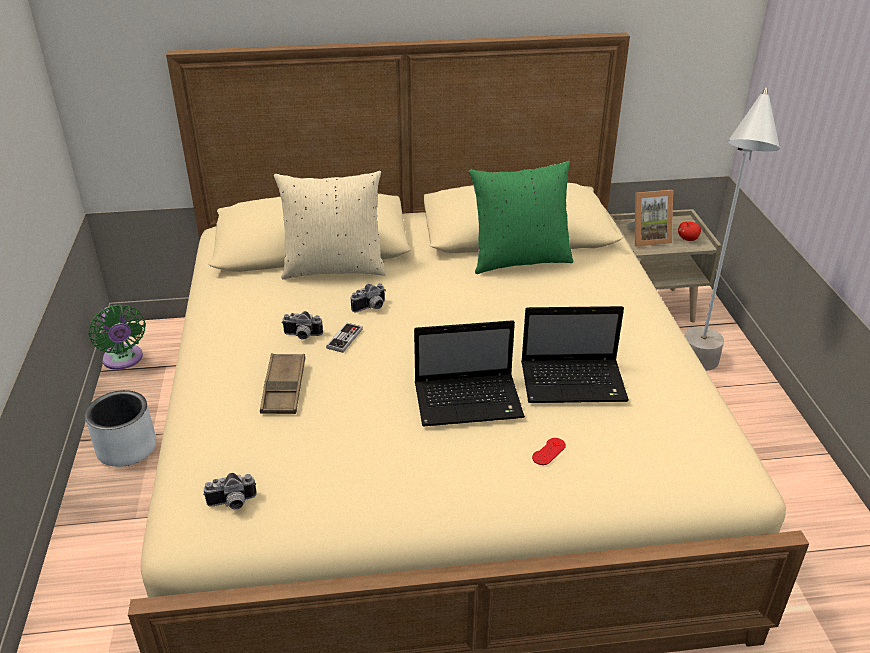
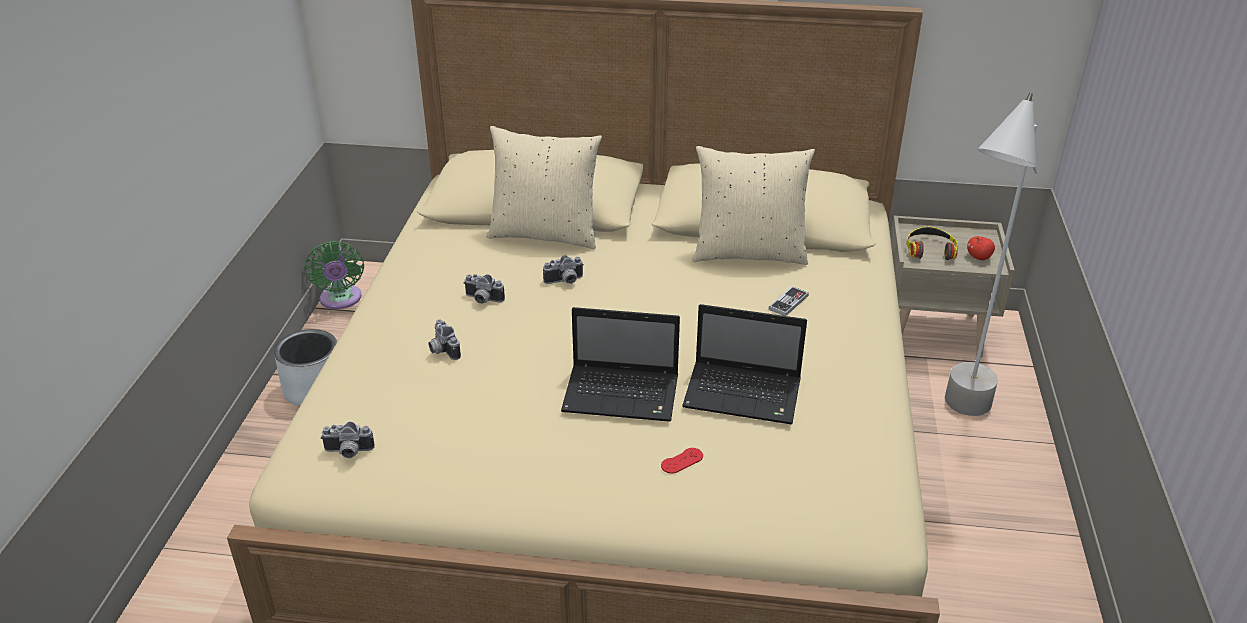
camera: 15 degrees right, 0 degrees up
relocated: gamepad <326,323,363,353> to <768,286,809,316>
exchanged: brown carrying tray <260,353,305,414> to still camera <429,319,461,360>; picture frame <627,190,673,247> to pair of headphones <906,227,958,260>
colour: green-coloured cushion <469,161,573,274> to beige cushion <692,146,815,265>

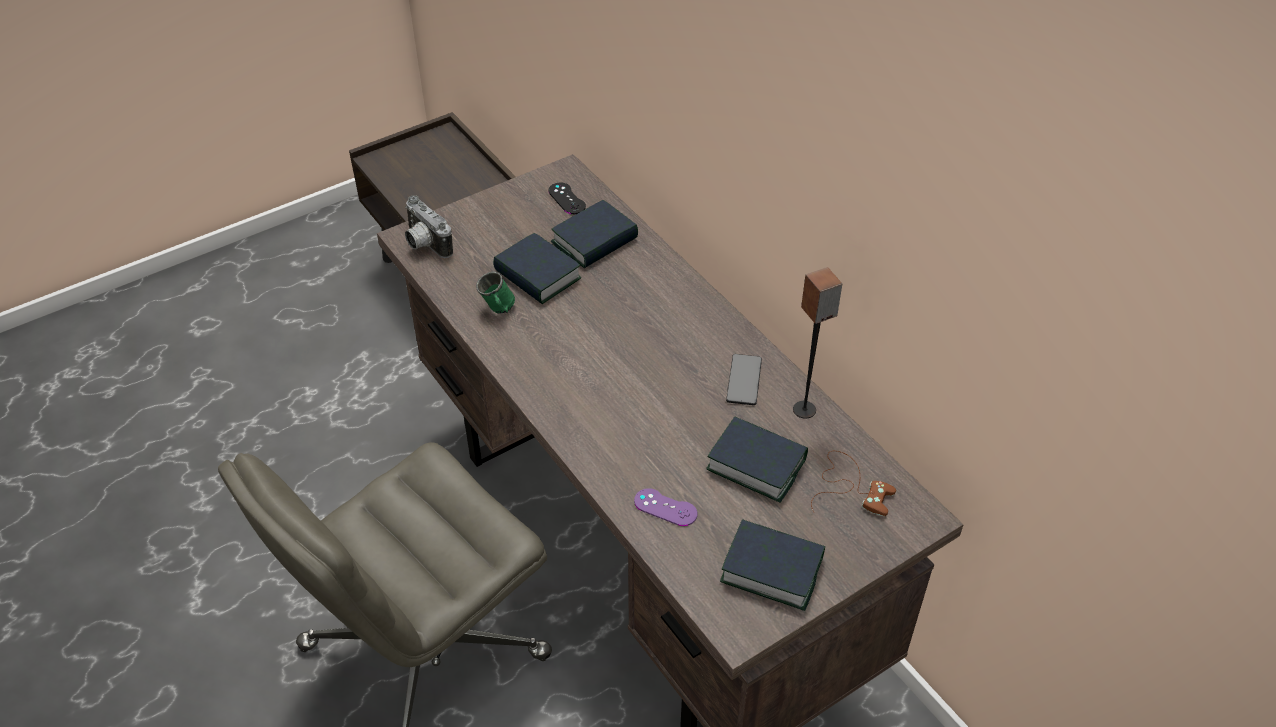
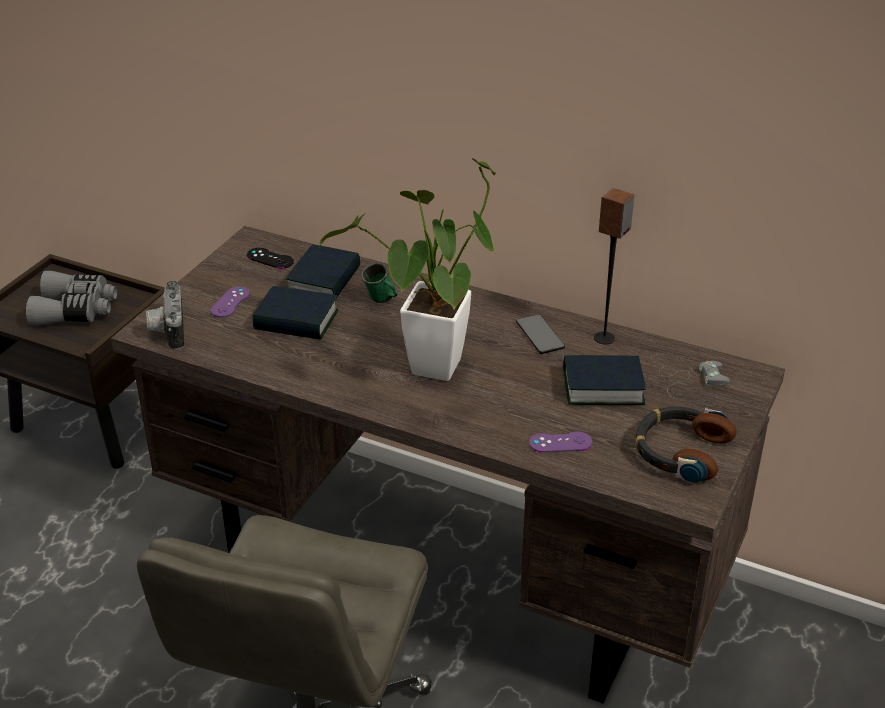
camera: 30 degrees left, 10 degrees down
appeared: greyish pair of binoculars <26,271,117,325>; purple-coloured gamepad <211,287,250,318>; potted plant <320,158,496,381>
relocated: green-coloured tea mug <476,271,515,314> to <361,263,398,303>
exchanged: book <720,519,825,611> to pair of headphones <635,407,737,483>
colour: brown gamepad <811,451,896,516> to greyish gamepad <651,354,730,401>
spun: still camera <405,195,453,258> = <146,281,184,350> 60 degrees clockwise

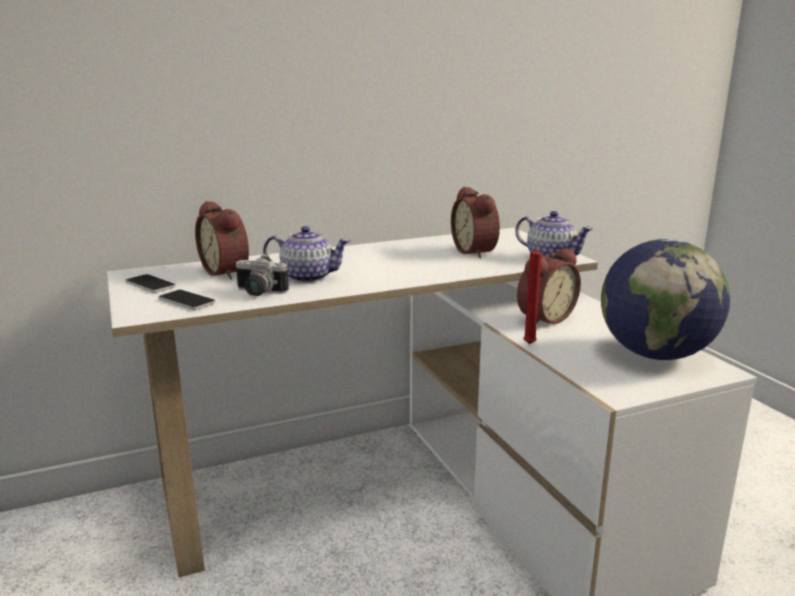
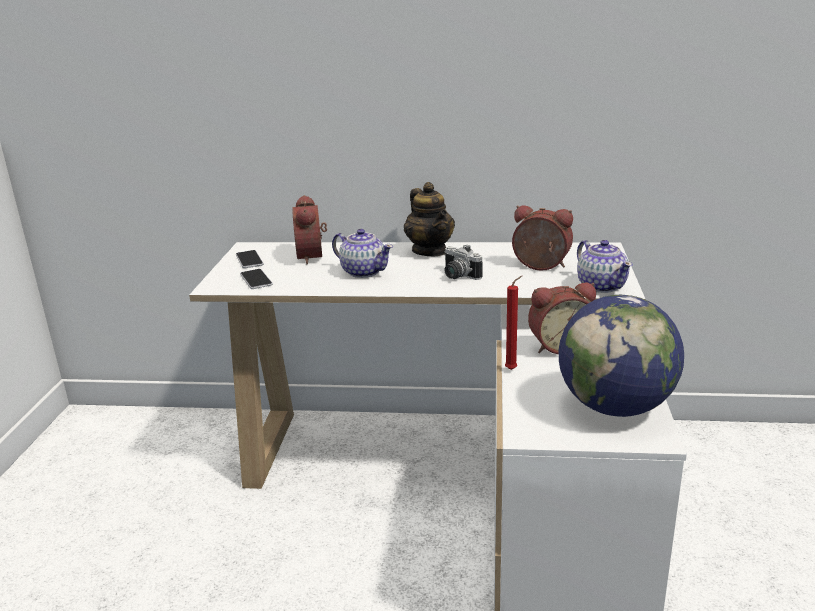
camera: 30 degrees right, 5 degrees up
appeared: tea pot <404,182,455,256>
relocated: still camera <235,254,289,296> to <444,244,482,280>
spun: bedside clock <451,186,500,258> = <512,205,573,271> 105 degrees clockwise

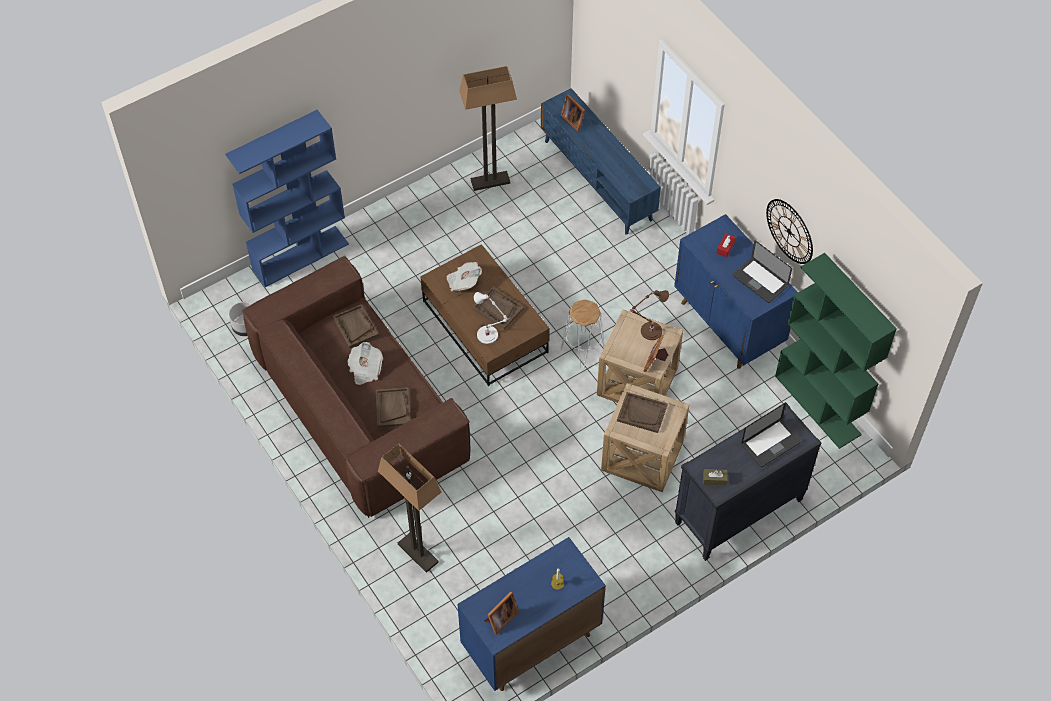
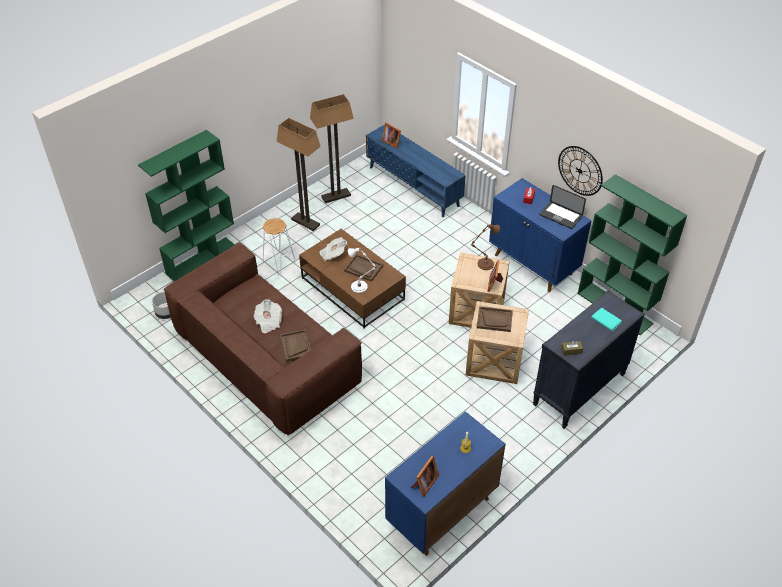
camera: 10 degrees left, 10 degrees down
missing: brown carrying tray <333,304,379,348>
relocated: white stool <561,300,605,369> to <262,218,296,275>; standing lamp <378,444,441,573> to <277,118,321,231>
exchanged: notebook computer <741,403,801,467> to blue-green book <591,307,622,331>
colour: bluish bookshelf <225,110,349,287> to green-coloured bookshelf <138,130,235,281>

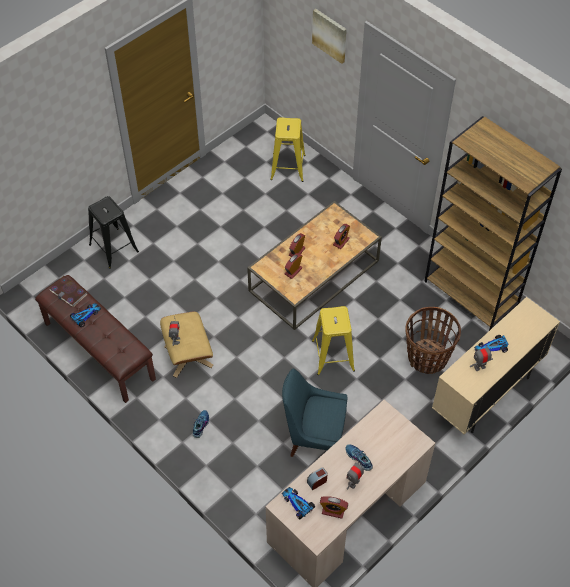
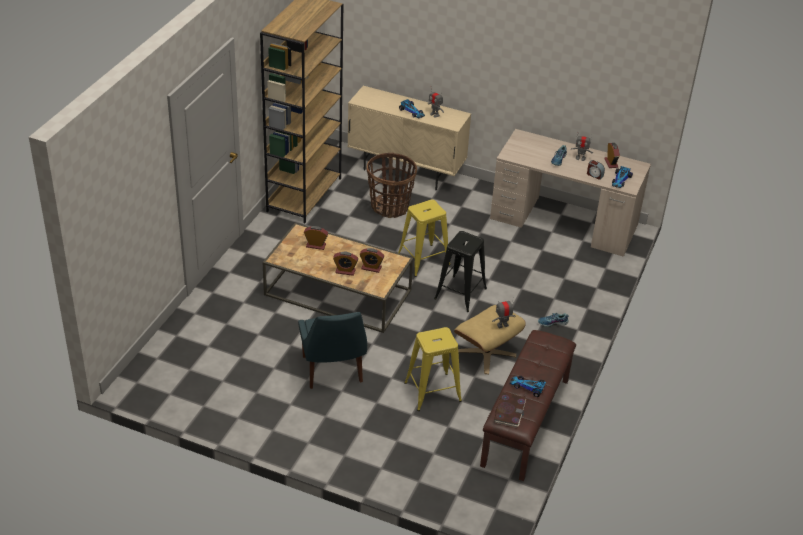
camera: 115 degrees left, 15 degrees down
missing: wall picture <312,9,347,64>
relocated: bluish upright chair <282,369,348,457> to <298,312,367,389>; yellowish stool <270,117,306,182> to <404,327,462,411>; black stool <88,196,139,269> to <434,231,487,312>

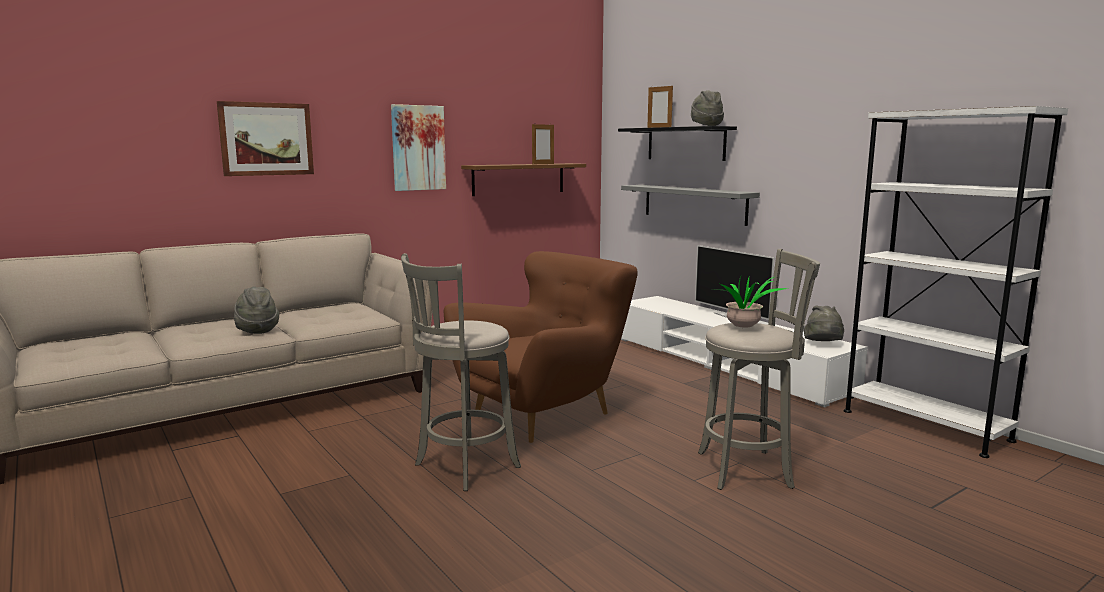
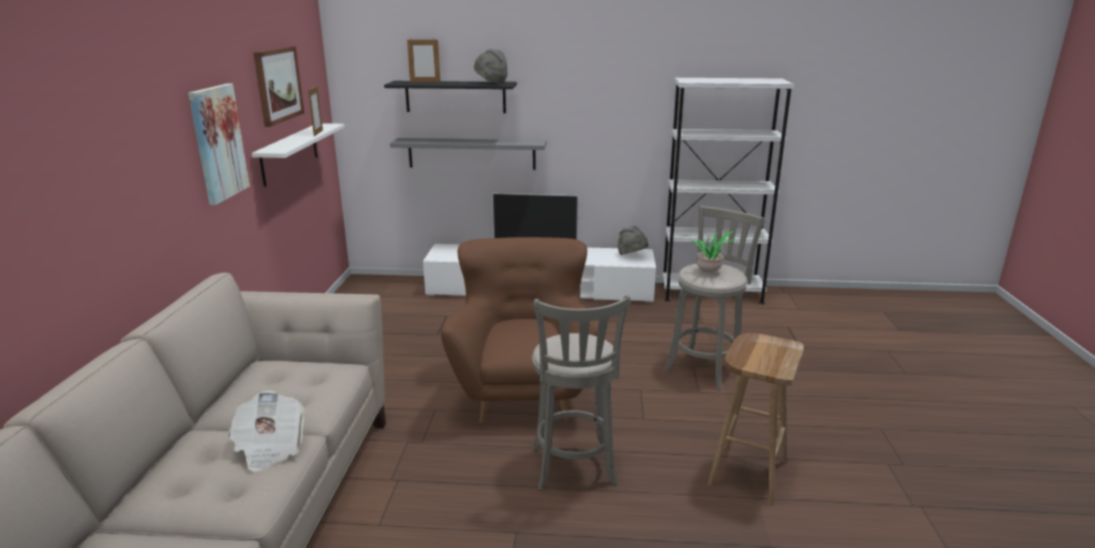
camera: 50 degrees left, 10 degrees up
appeared: brown stool <708,333,804,505>
relocated: wall picture <217,101,314,176> to <253,46,304,127>
exchanged: greyish wearable hat <234,287,279,334> to newspaper <228,390,305,472>
colour: brown wall shelf <461,163,586,196> to white wall shelf <252,123,345,187>

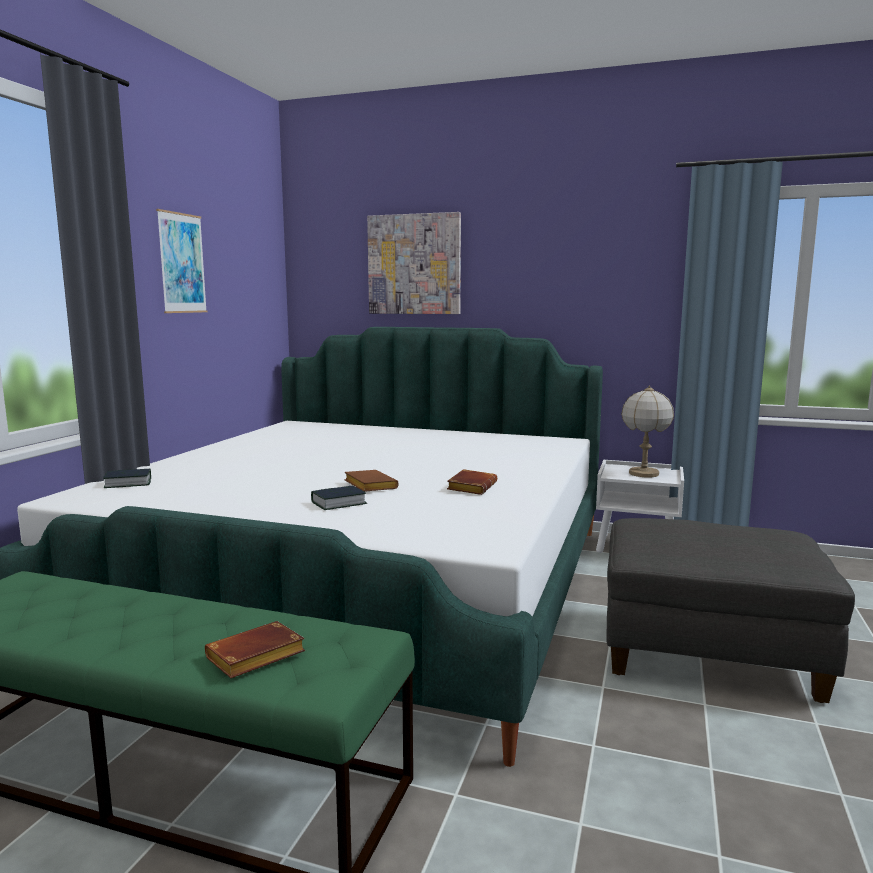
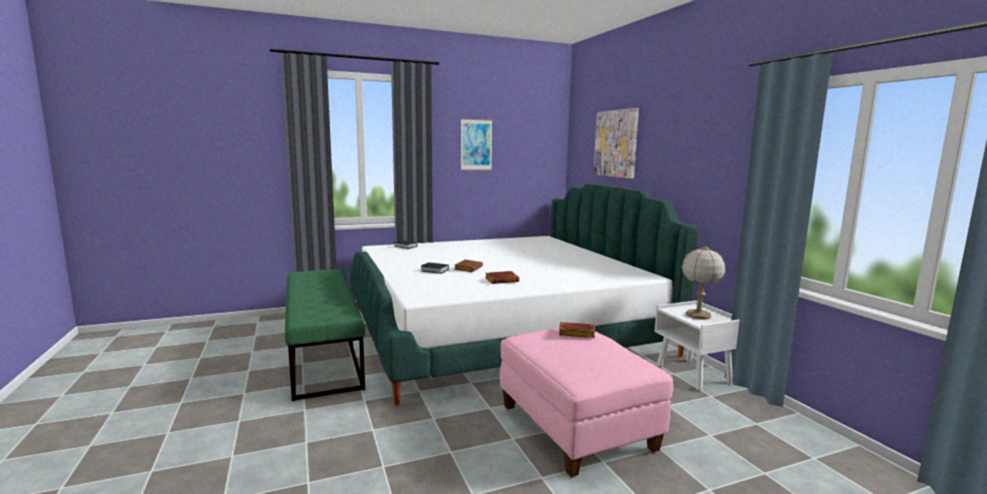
camera: 50 degrees right, 0 degrees up
relocated: brown book <205,621,305,678> to <559,322,595,338>
colour: greyish pouffe <606,518,855,703> to pinkish pouffe <500,328,673,477>

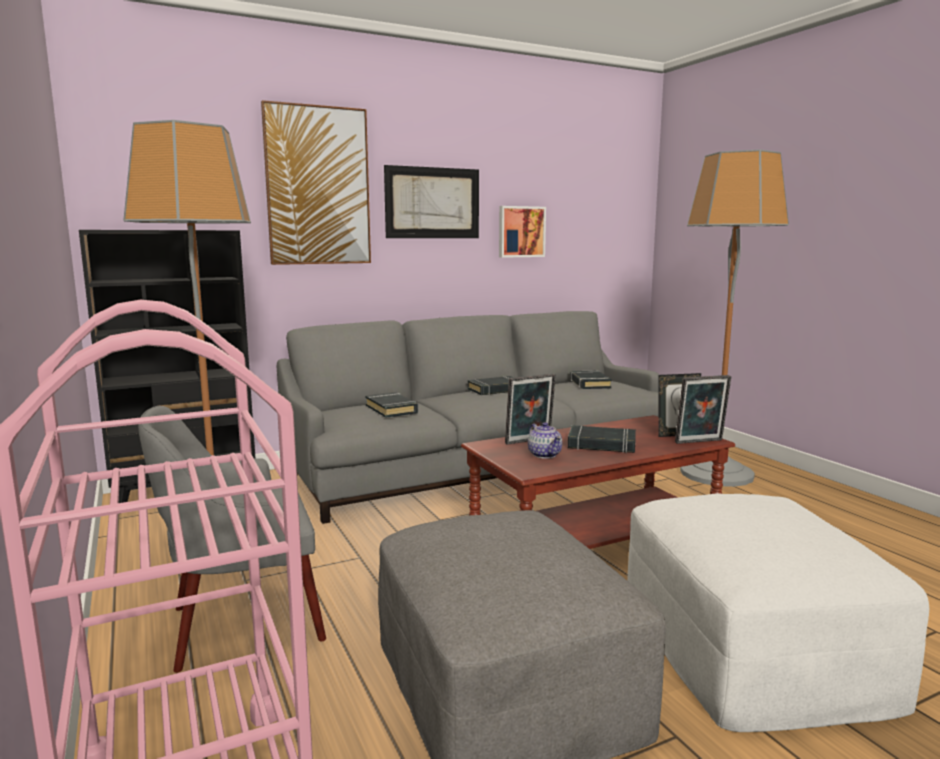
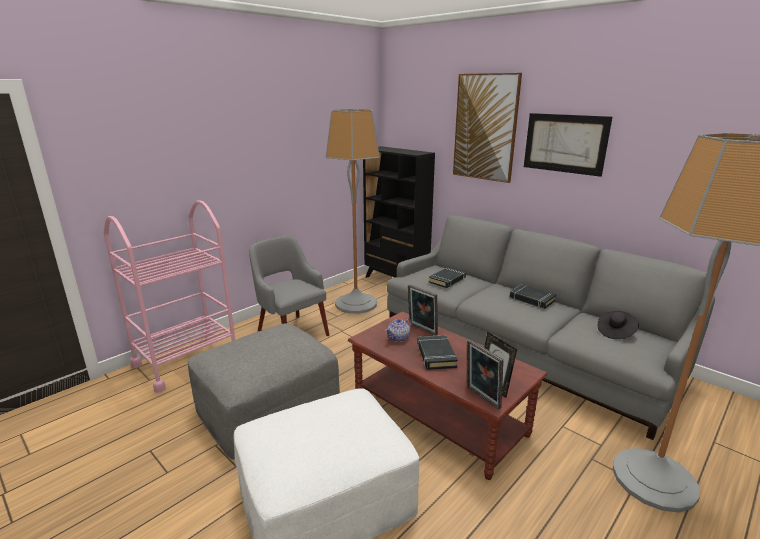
camera: 70 degrees right, 10 degrees up
missing: wall picture <499,206,546,258>
exchanged: black book <570,371,612,389> to black wearable hat <598,311,639,339>

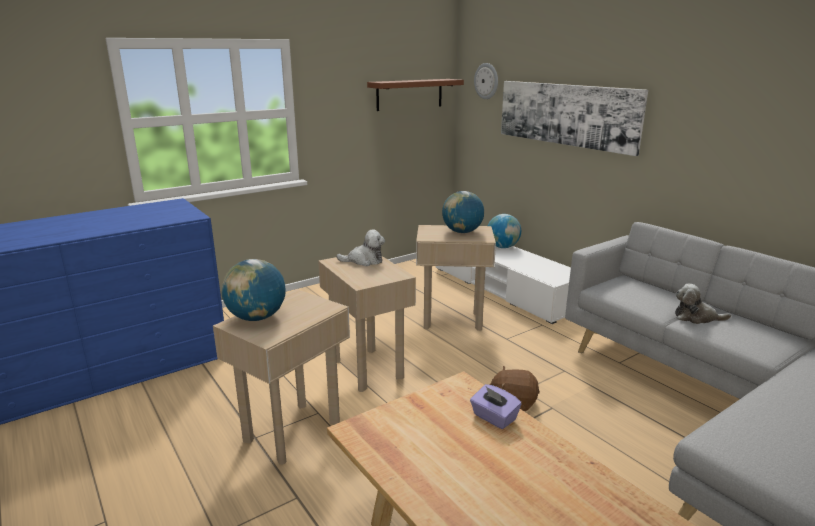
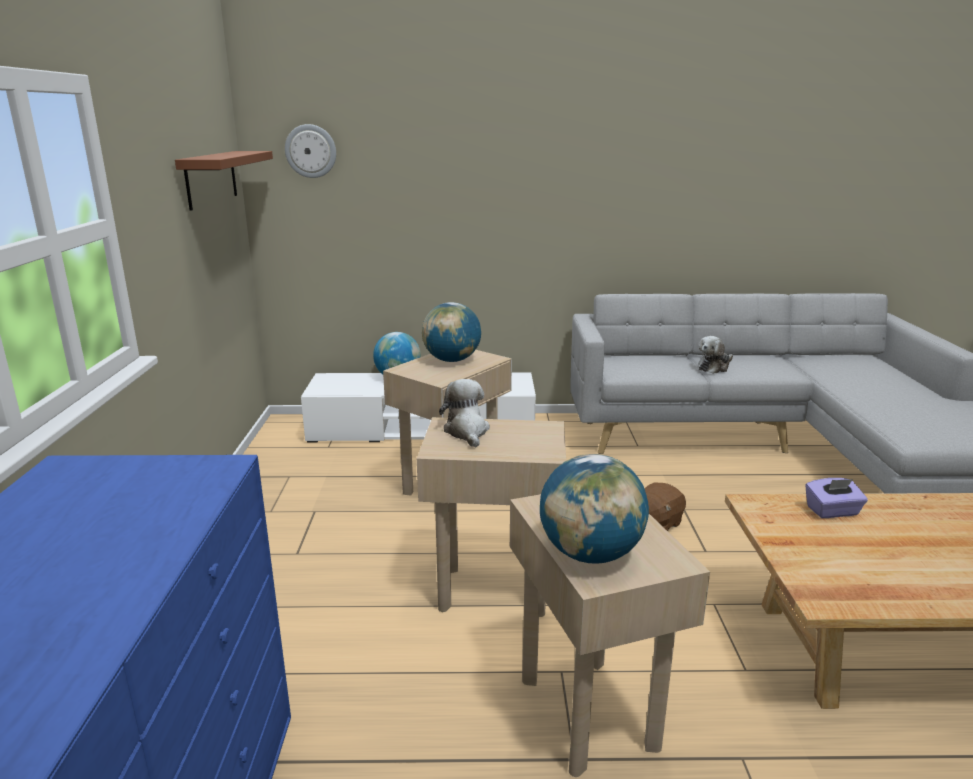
camera: 55 degrees left, 0 degrees up
missing: wall picture <501,81,648,156>
spun: cuddly toy <336,229,385,266> = <439,379,490,447> 45 degrees counterclockwise

